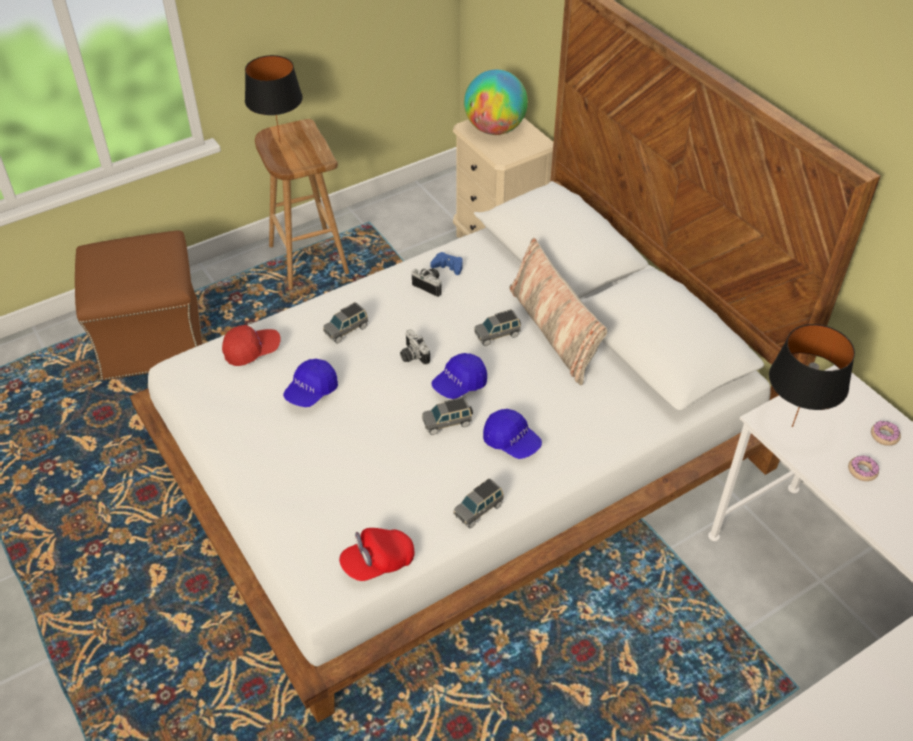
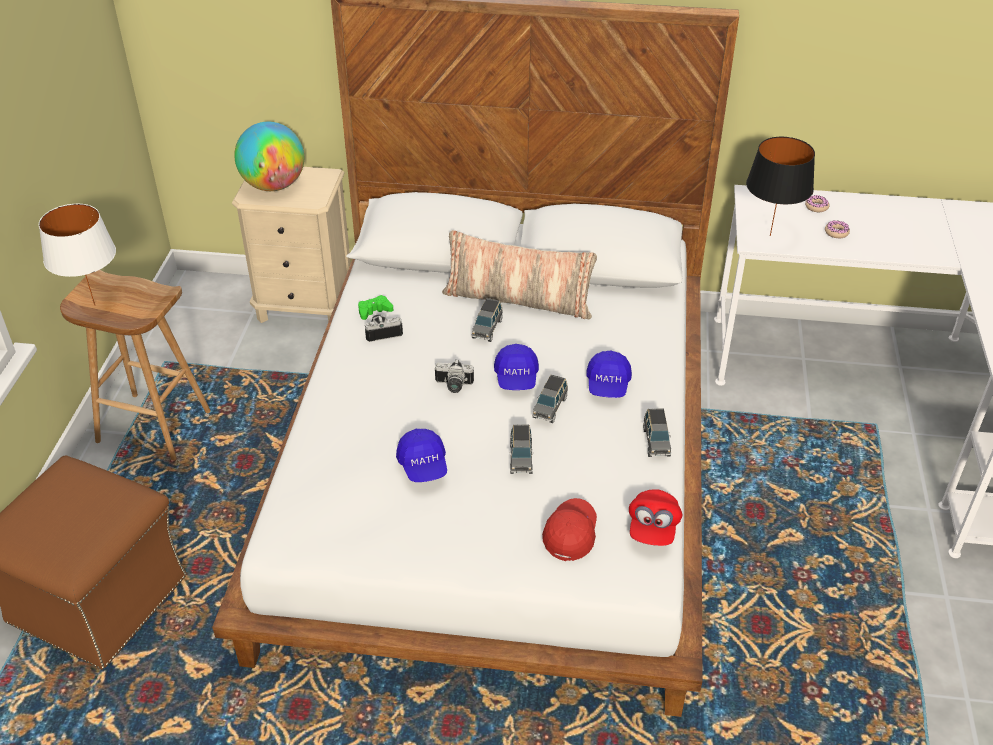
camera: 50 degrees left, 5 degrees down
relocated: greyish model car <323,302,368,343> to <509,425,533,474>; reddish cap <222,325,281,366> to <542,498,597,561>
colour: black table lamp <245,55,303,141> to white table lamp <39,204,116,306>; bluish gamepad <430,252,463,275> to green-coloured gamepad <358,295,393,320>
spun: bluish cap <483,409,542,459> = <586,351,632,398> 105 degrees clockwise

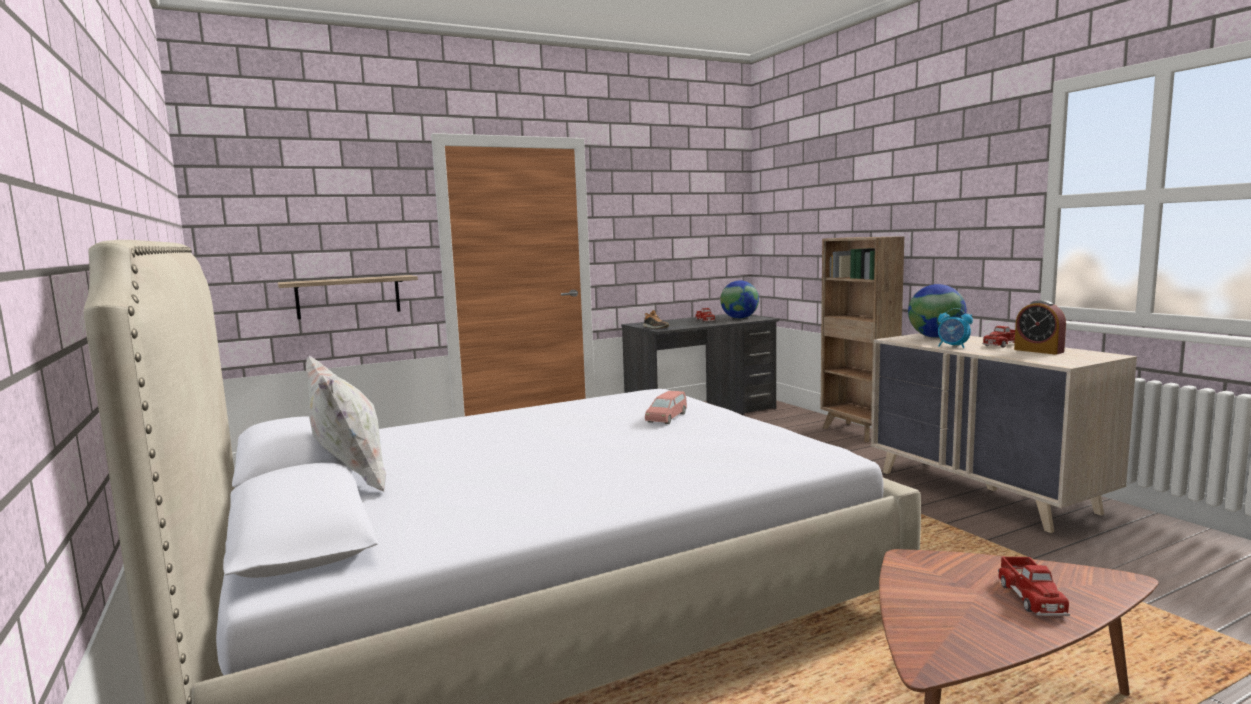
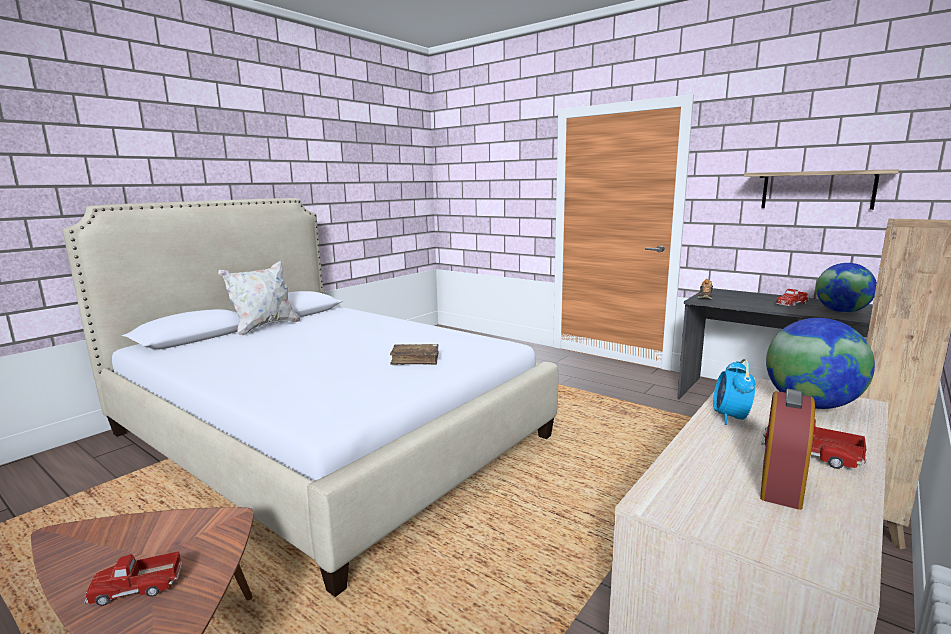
camera: 65 degrees right, 5 degrees up
relocated: wall shelf <278,275,418,319> to <744,169,899,210>
exchanged: pinkish model car <645,391,687,424> to brown book <390,344,439,365>

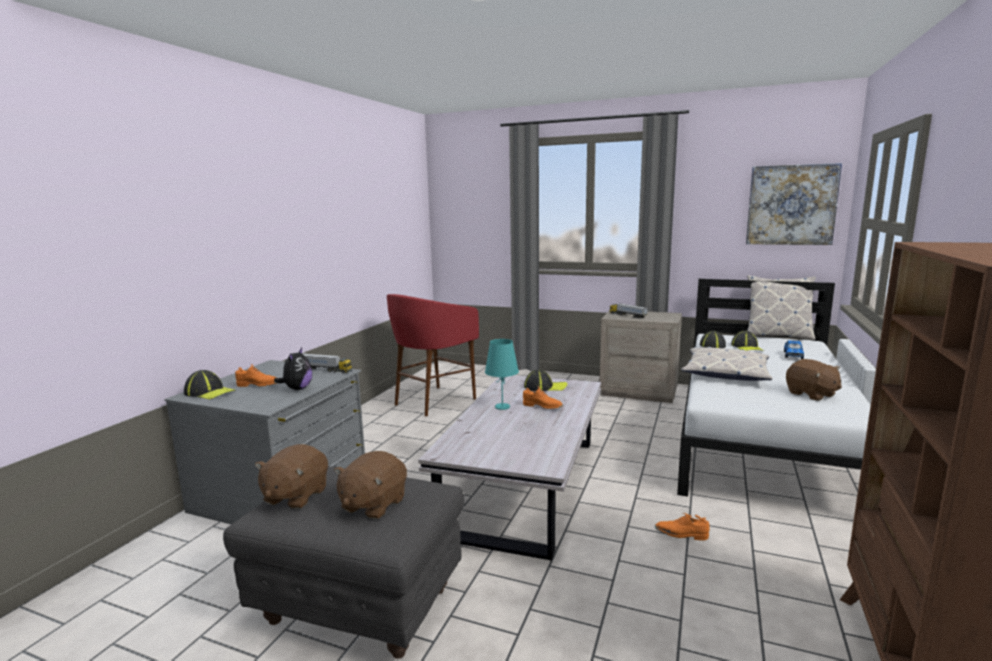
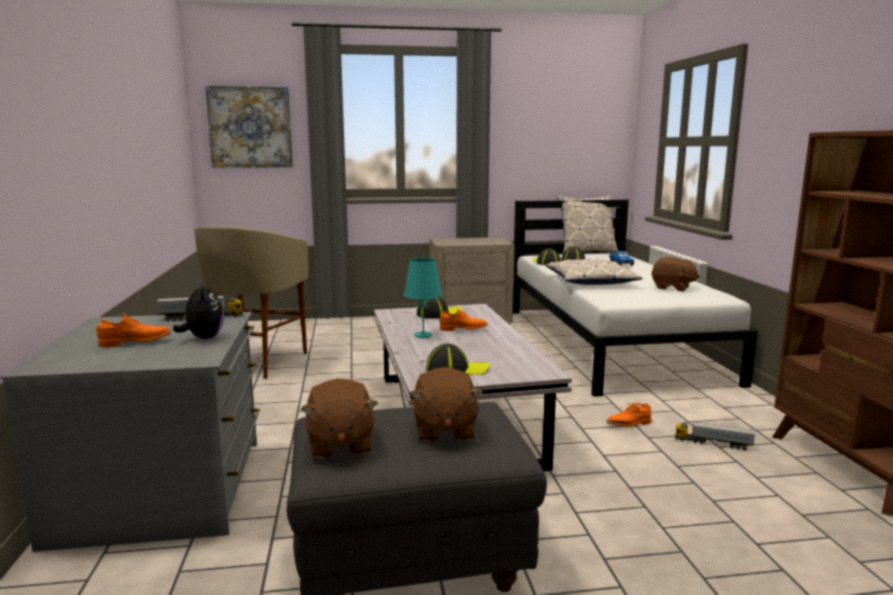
camera: 30 degrees left, 0 degrees up
relocated: wall picture <746,163,842,245> to <205,86,293,168>; cap <184,370,236,399> to <426,344,490,375>; toy truck <610,303,648,319> to <675,421,755,450>
colour: reddish stool <387,294,479,416> to beige stool <194,226,309,379>

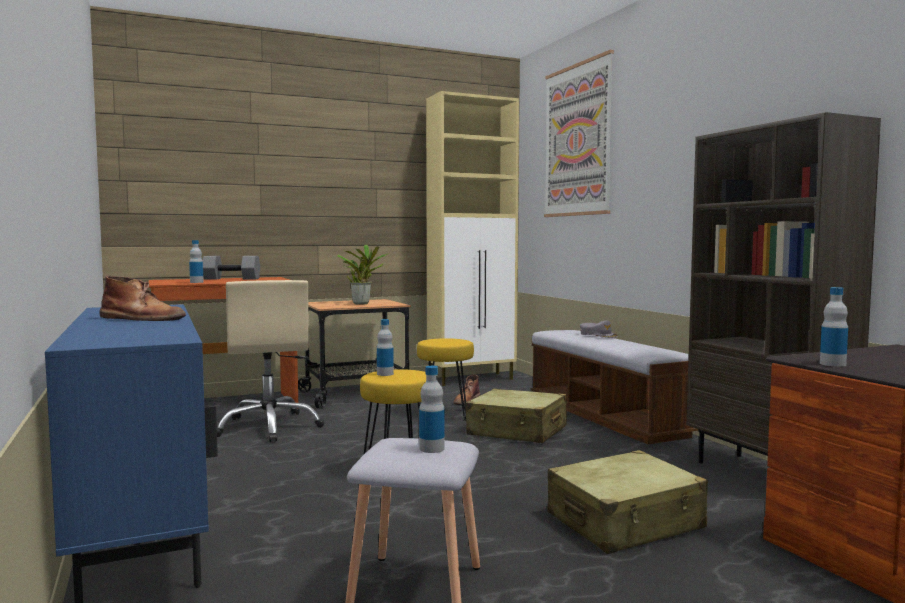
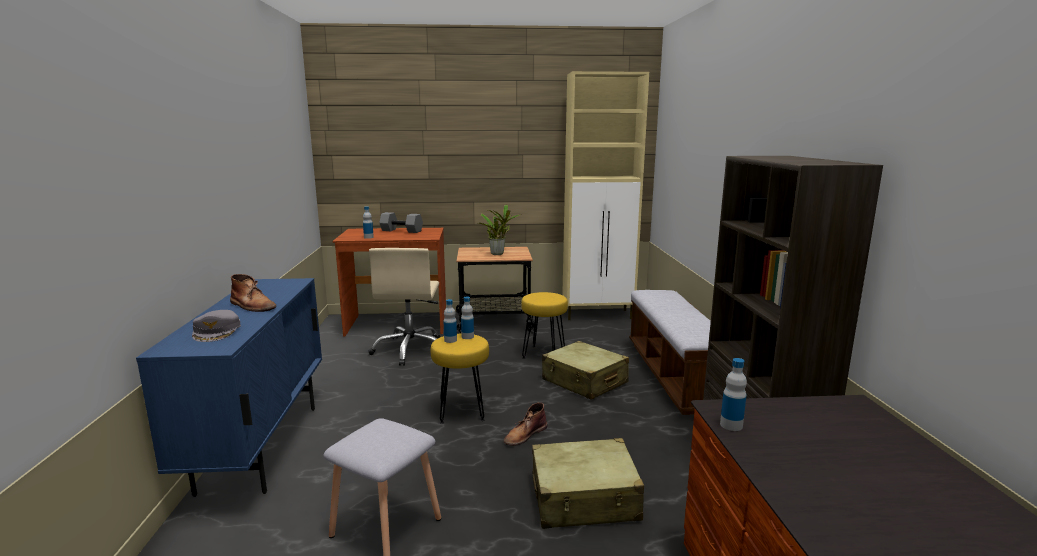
camera: 20 degrees right, 10 degrees up
missing: wall picture <544,50,614,217>
relocated: greyish cap <580,320,618,338> to <192,310,241,342>; drink bottle <419,366,445,453> to <461,296,474,339>; brown tall boot <453,375,481,405> to <504,403,547,446>

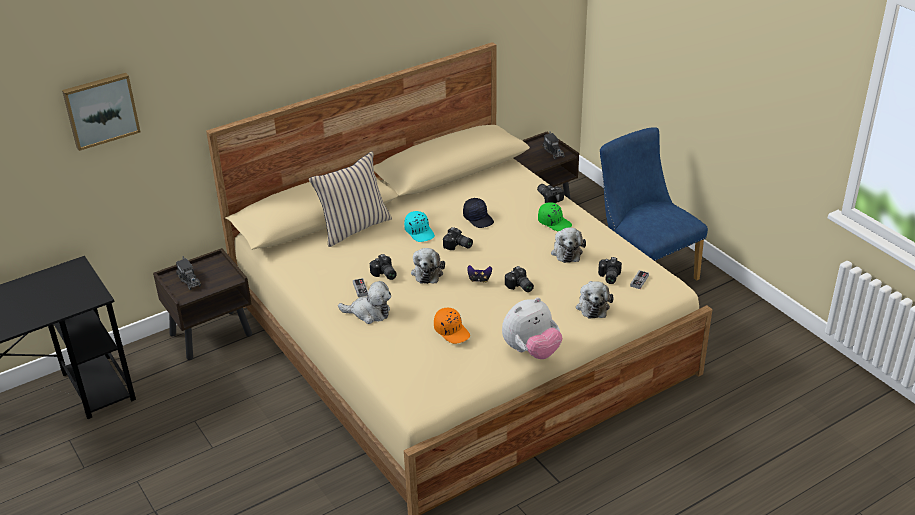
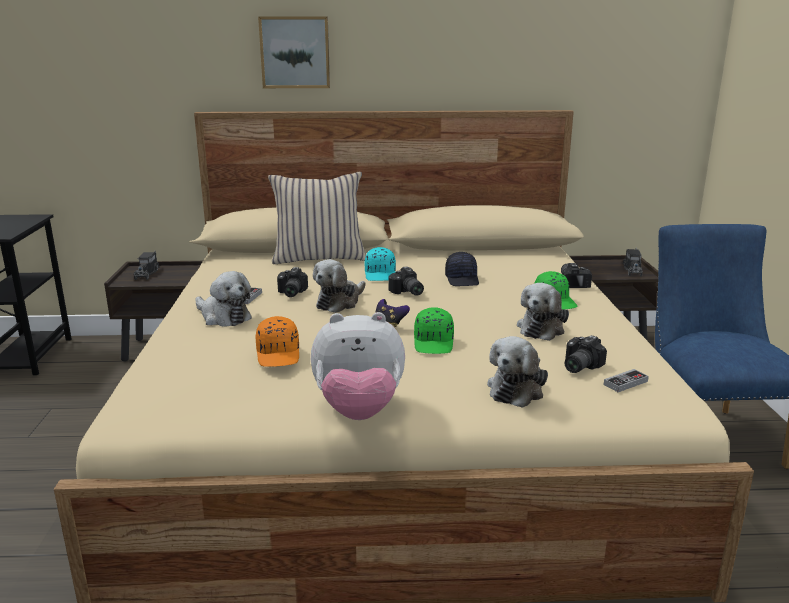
camera: 30 degrees right, 15 degrees down
relocated: wall picture <62,73,141,151> to <258,16,330,88>
exchanged: still camera <505,266,534,292> to green-coloured cap <414,307,454,354>

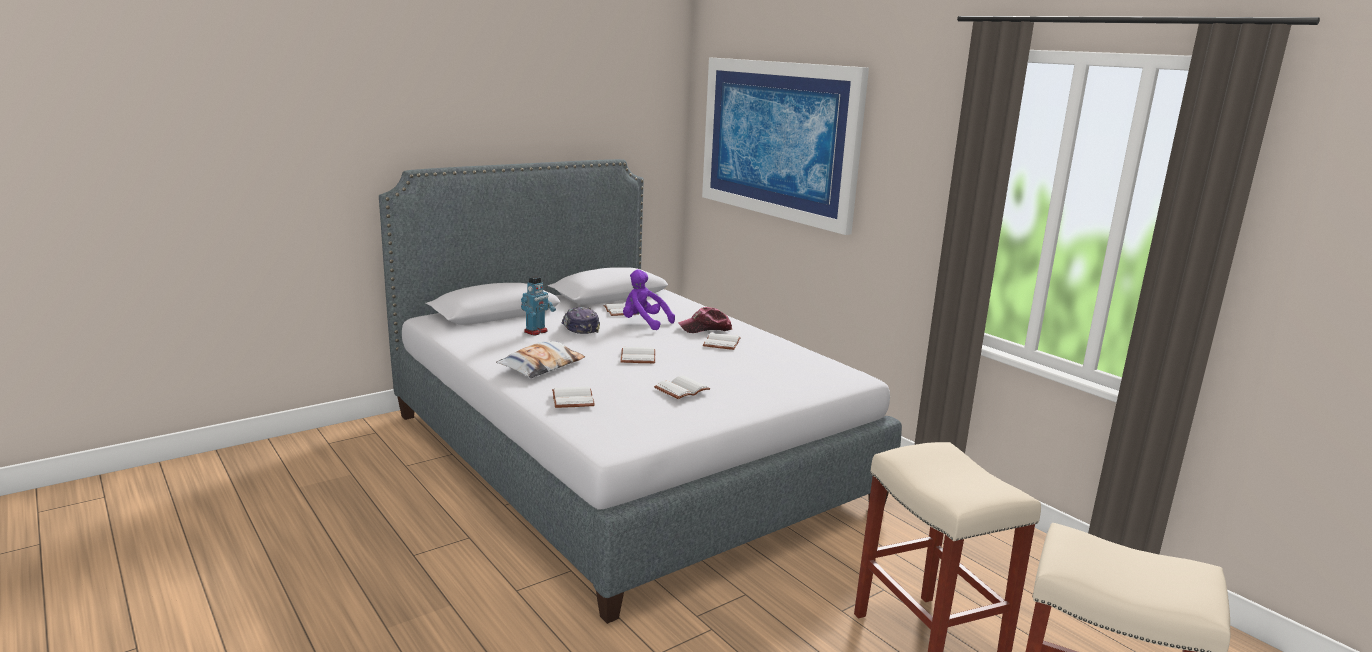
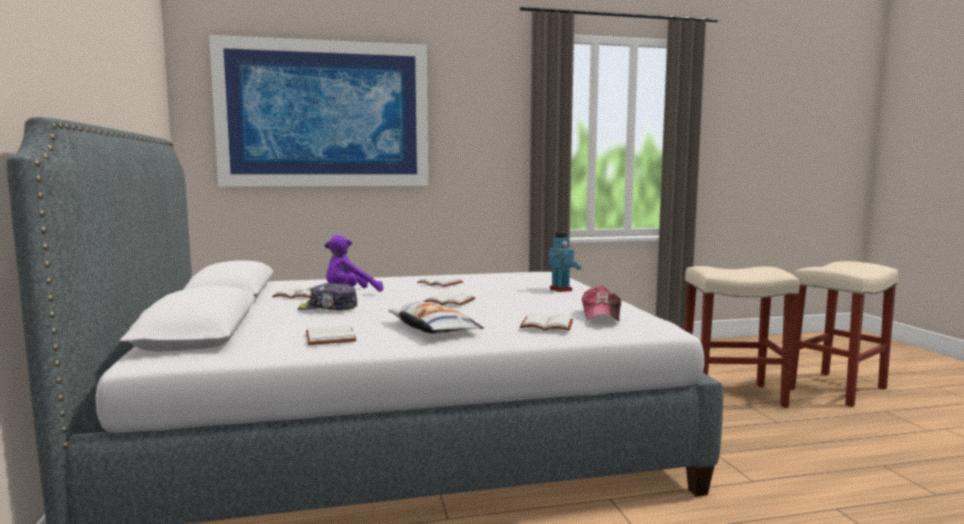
camera: 65 degrees left, 10 degrees down
relocated: white book <654,376,710,399> to <306,325,356,345>; model robot <521,276,556,335> to <549,232,582,292>; cap <678,307,732,333> to <582,285,621,322>

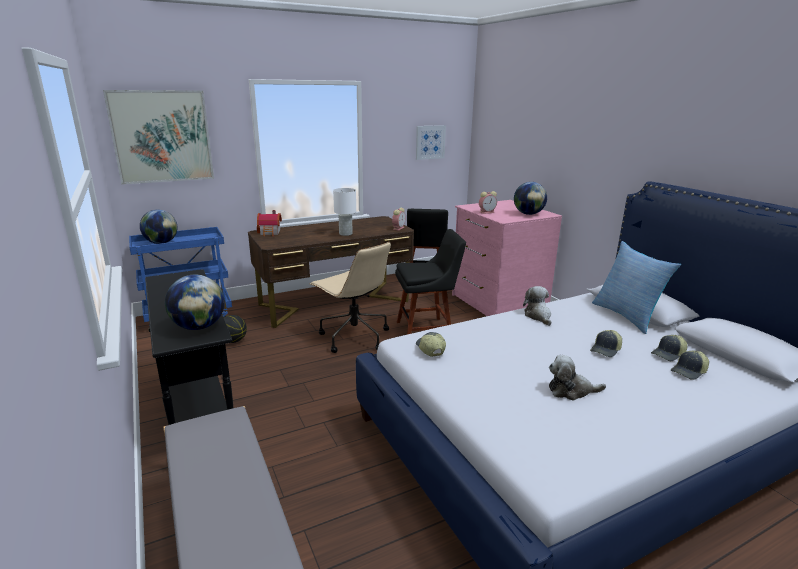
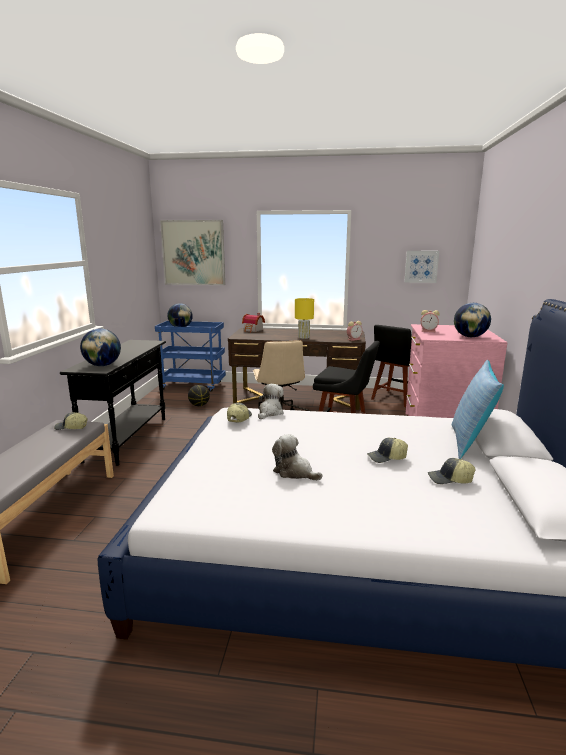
camera: 35 degrees right, 5 degrees down
relocated: cap <671,350,709,380> to <54,412,88,430>; cuddly toy <523,286,551,326> to <258,384,283,419>
colour: white table lamp <333,188,356,236> to yellowish table lamp <295,298,314,339>

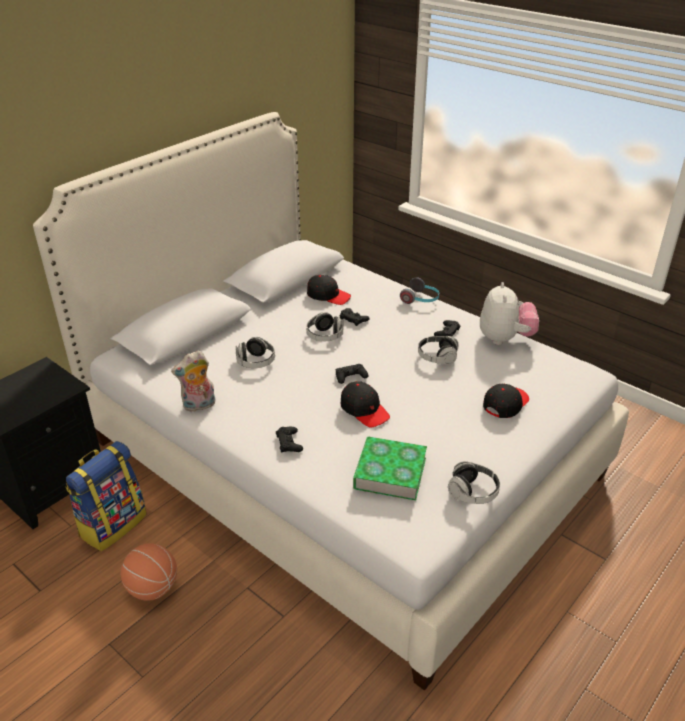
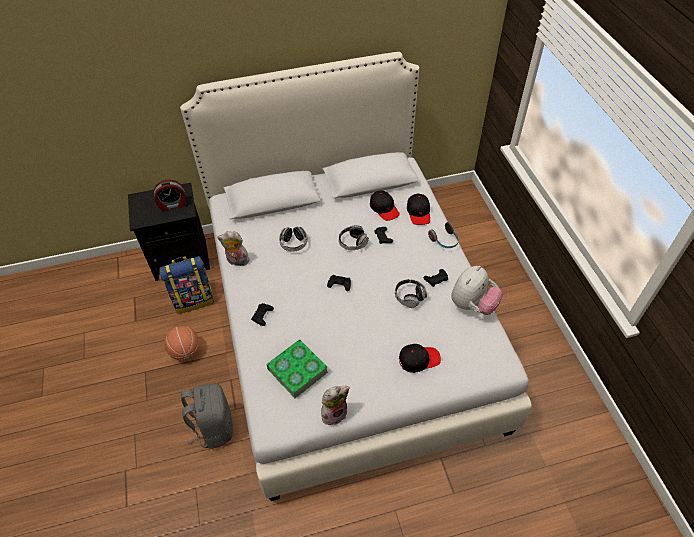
camera: 35 degrees right, 15 degrees up
appeared: bedside clock <154,180,186,212>; greyish backpack <181,383,233,449>
relocated: black cap <341,381,390,428> to <407,193,430,225>
exchanged: pair of headphones <448,461,500,504> to cuddly toy <321,386,350,425>

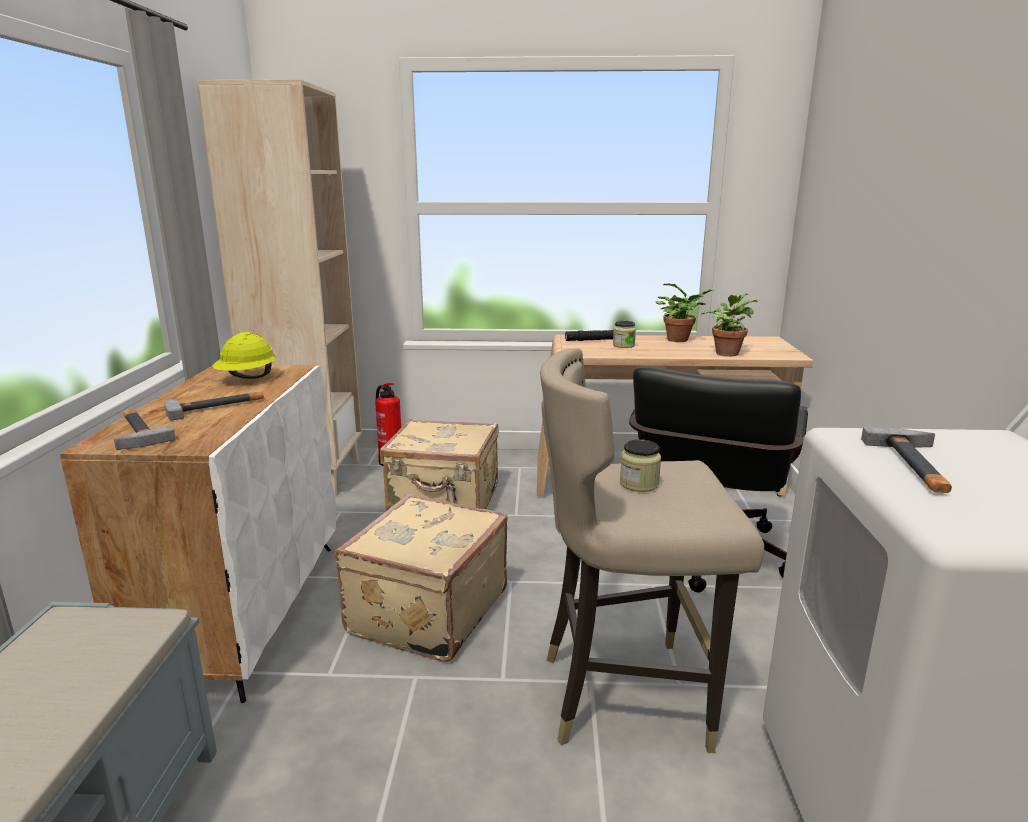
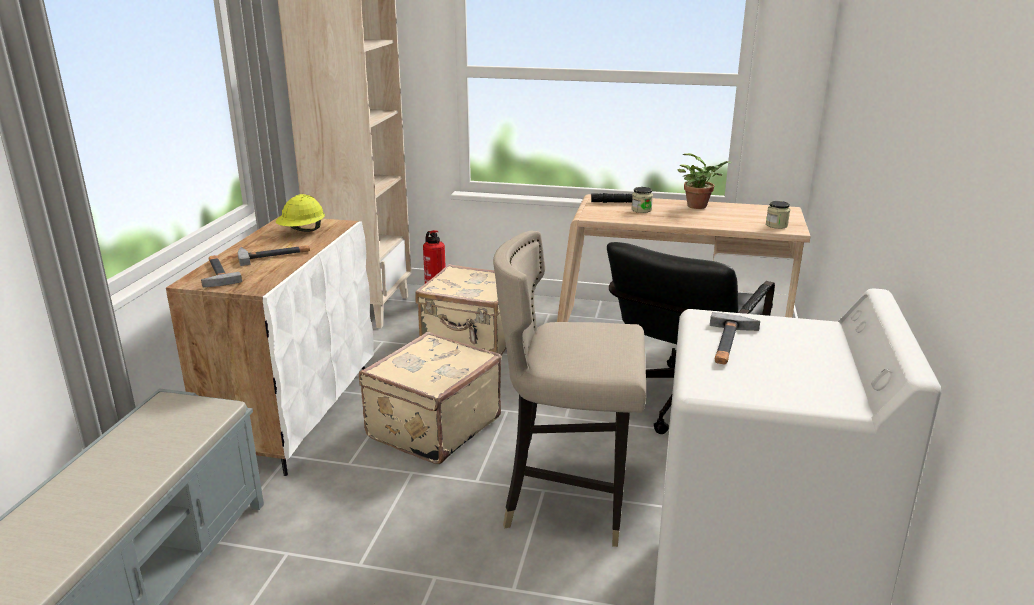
camera: 10 degrees right, 5 degrees up
missing: potted plant <701,293,757,356>
relocated: jar <620,439,661,492> to <766,201,790,229>

